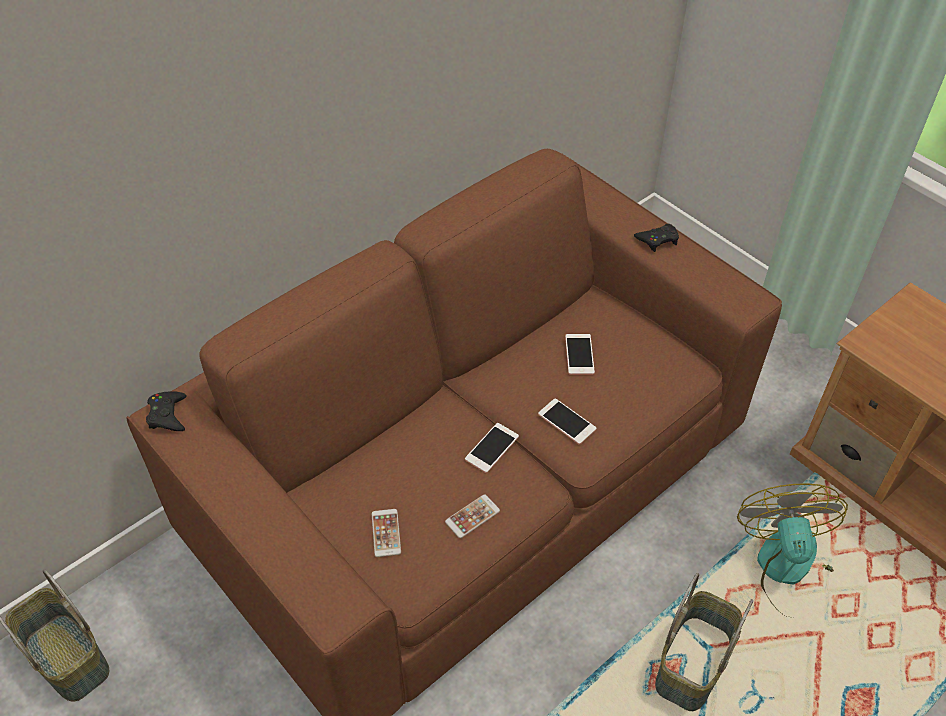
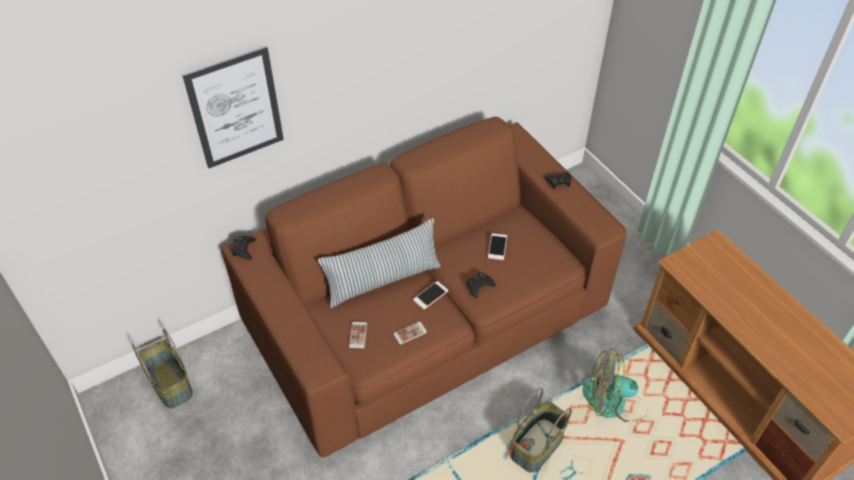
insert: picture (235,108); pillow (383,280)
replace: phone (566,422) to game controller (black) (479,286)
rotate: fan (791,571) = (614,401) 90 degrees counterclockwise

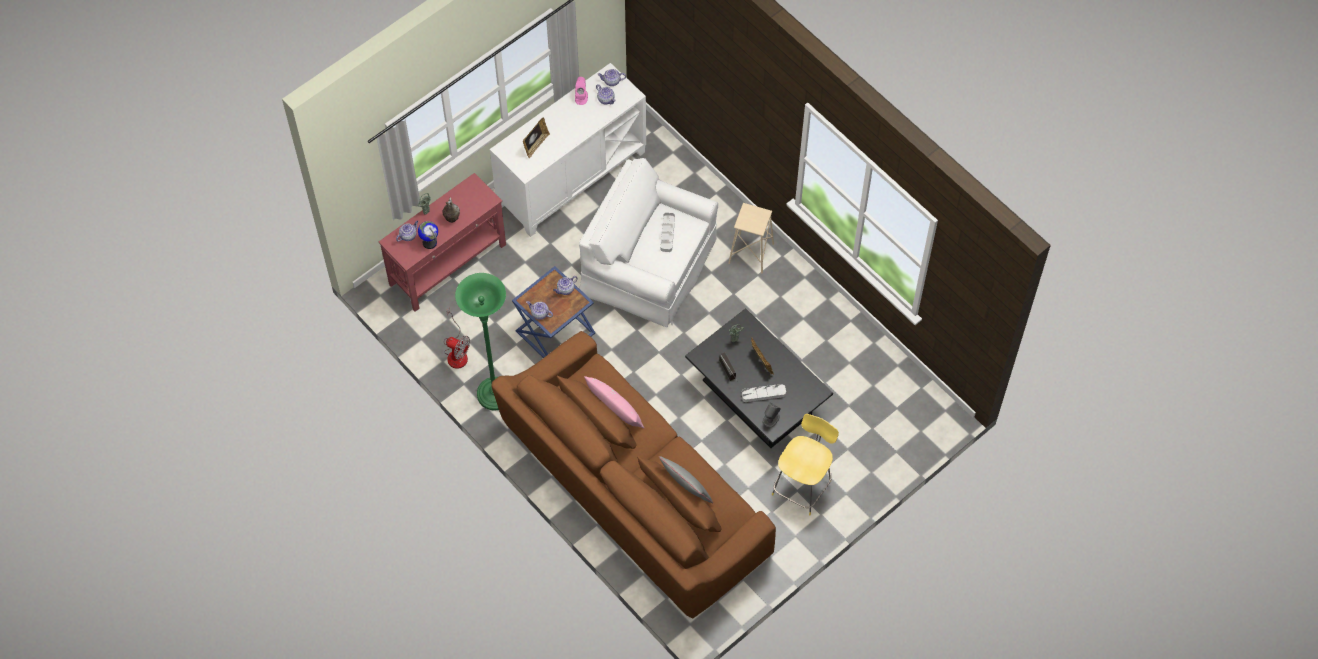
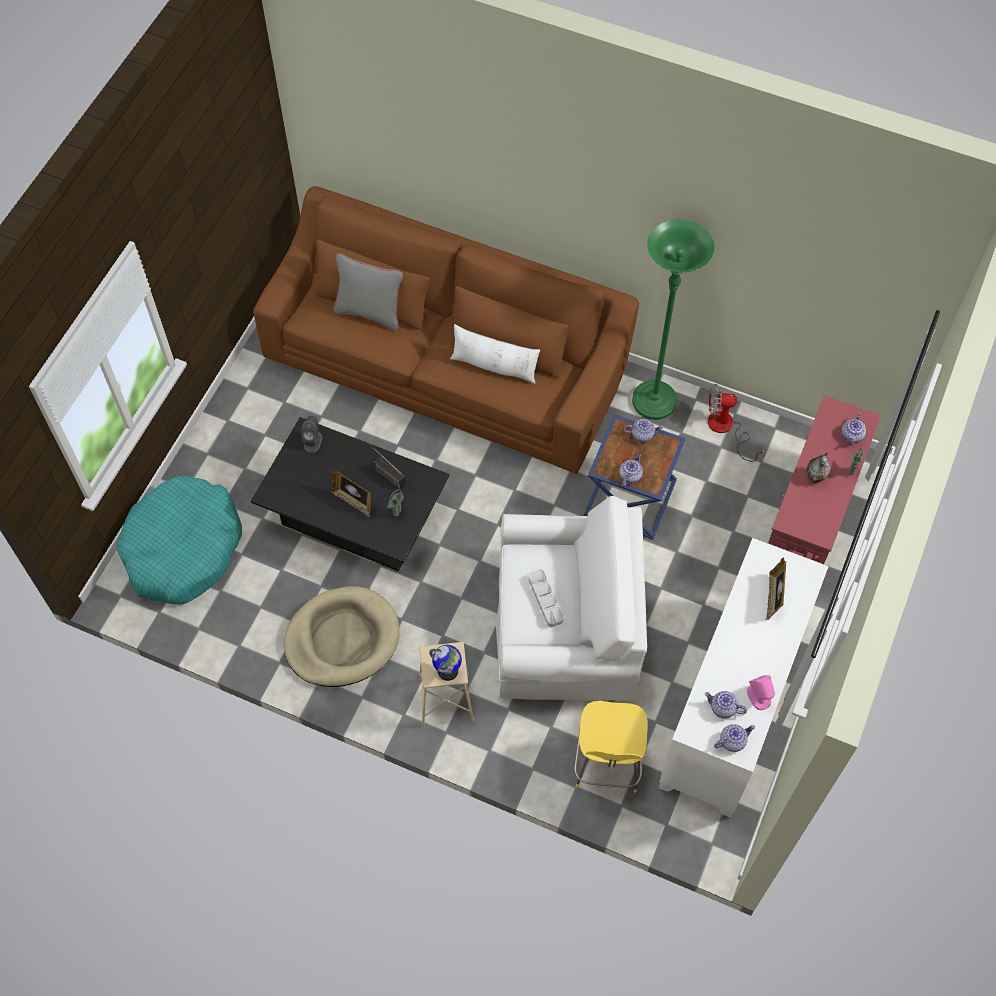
delete: tray (grey) (763,394)
insert: dog bed (turquoise) (183,548); dog bed (beige) (342,639)
move: globe (429,242) to (448,671); stool (yellow) (802,486) to (607,764)
recolor: pillow (pink) (614,408) to pillow (white) (494,366)

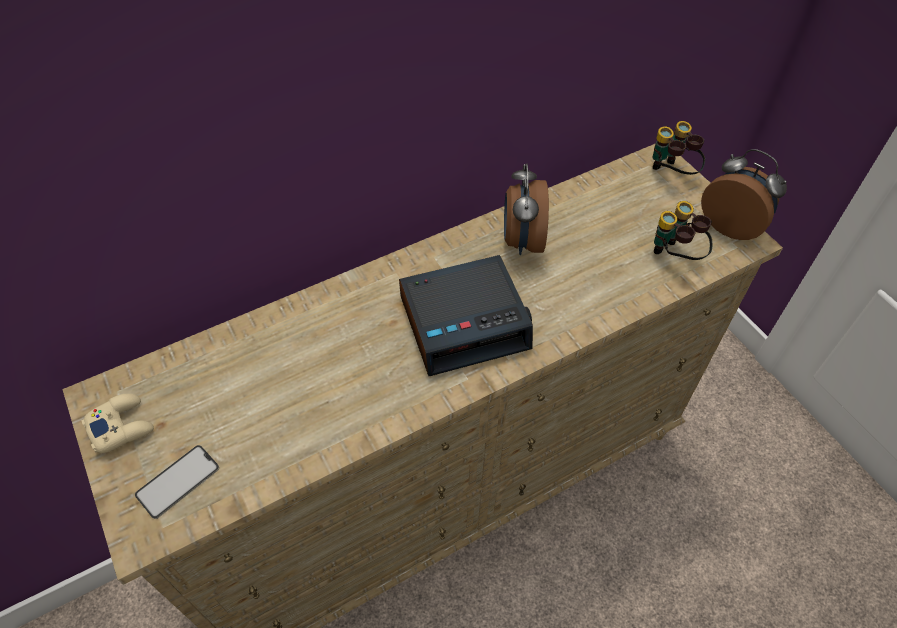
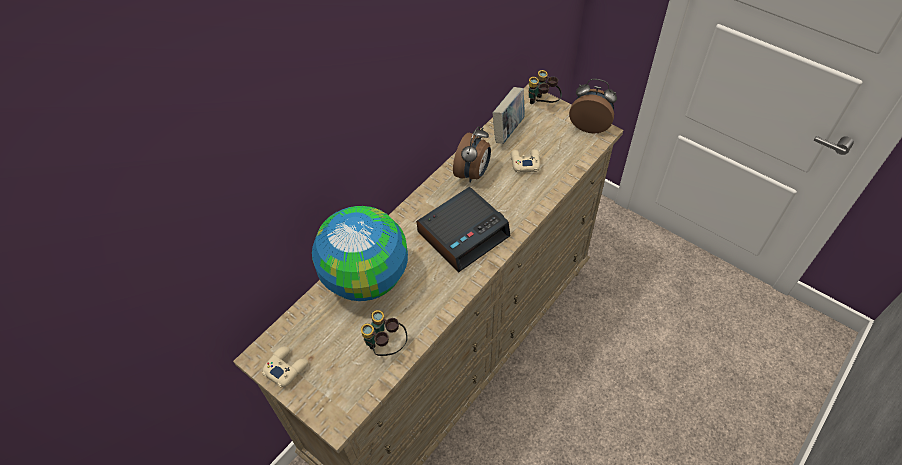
delete: phone (178,481)
insert: globe (365,278); book (508,130); game controller (beige) (524,163)
move: binoculars (675,256) to (385,346)
rotate: alarm clock (521,241) = (473,173) 135 degrees counterclockwise

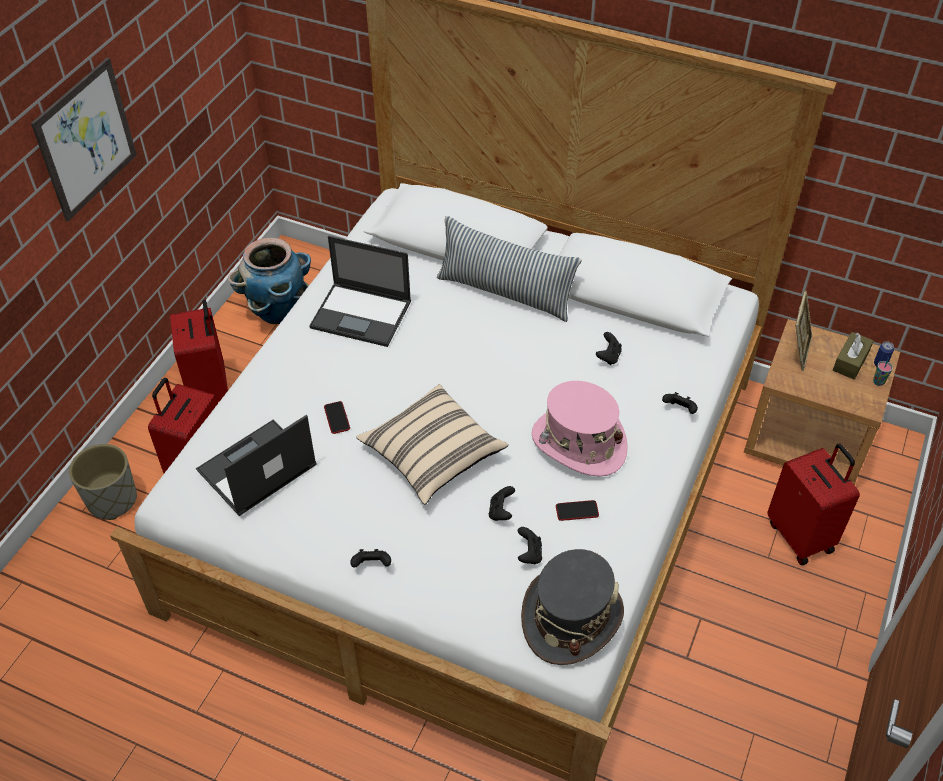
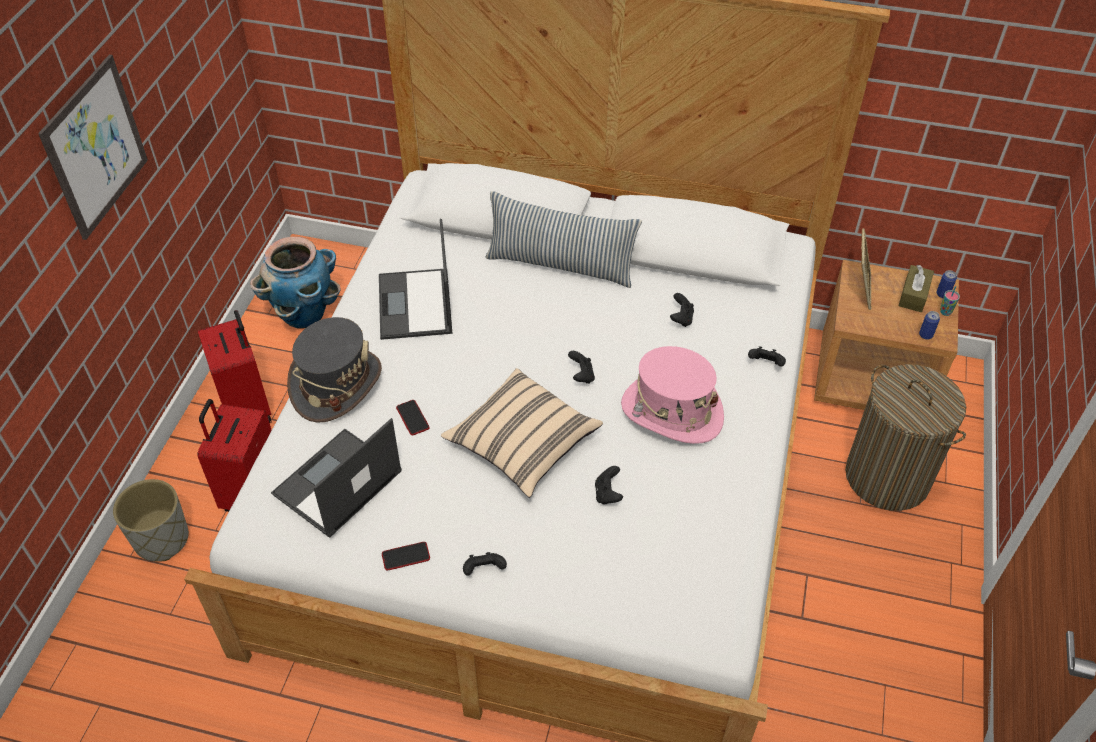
insert: can (925,335)
move: game controller (black) (529,554) to (581,376); hat (grey) (571,617) to (336,384); phone (577,511) to (406,556)
replace: suitcase (red) (801,536) to laundry basket (887,477)
rotate: laptop (362,315) = (415,305) 75 degrees clockwise

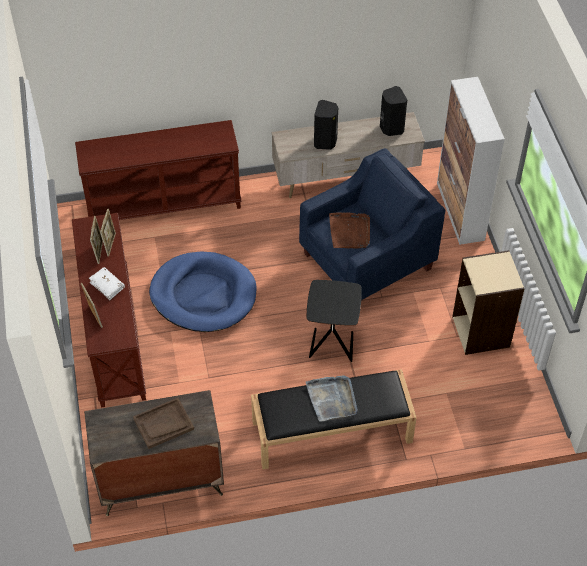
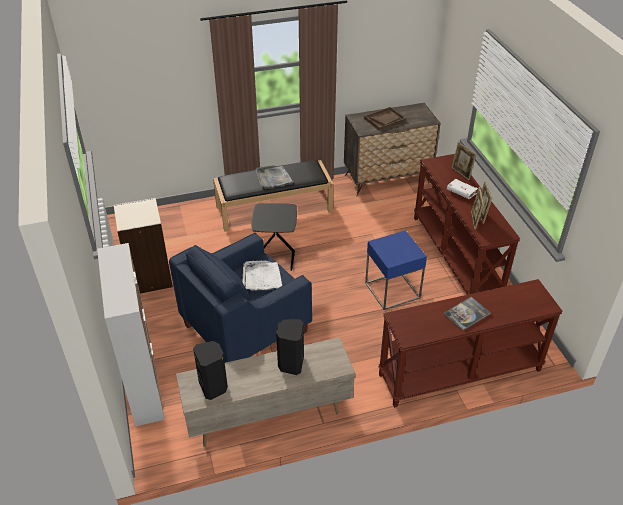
insert: book (467,314)
replace: dog bed (blue) (203,295) to side table (blue) (392,290)
recolor: tray (brown) (350,232) to tray (white) (261,277)

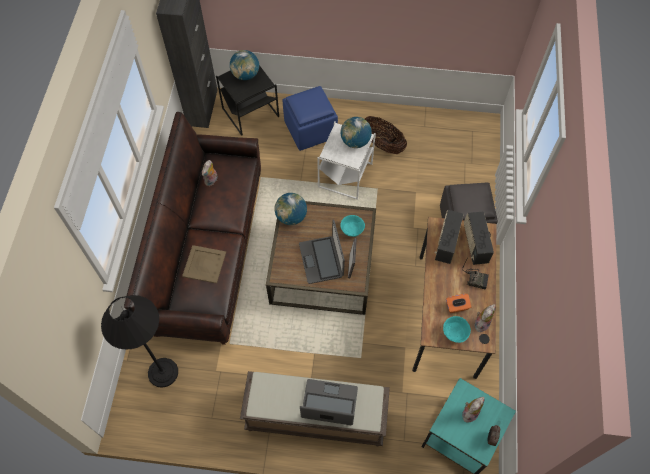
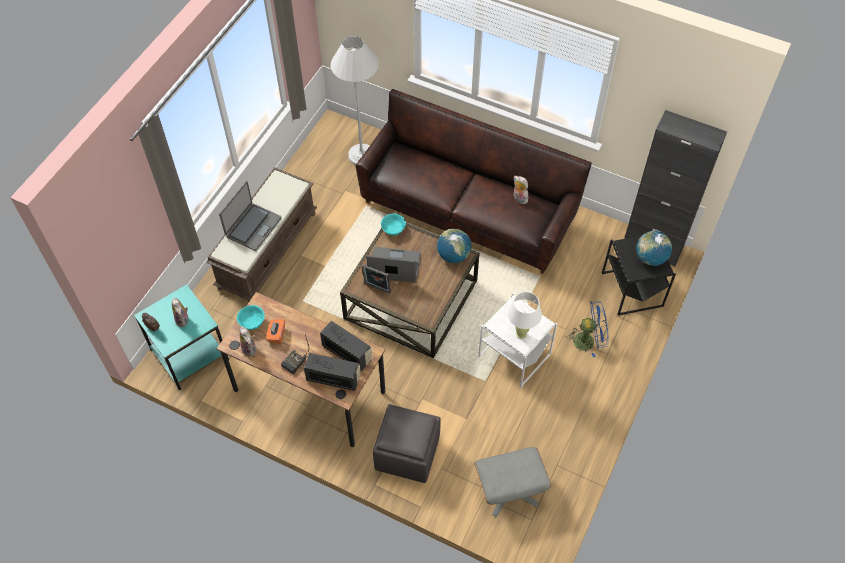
delete: tray (beige) (204,264); basket (382,144)
insert: ottoman (grey) (509,490)
move: bowl (turquoise) (352,230) to (393,230)
replace: ottoman (blue) (310,130) to fan (blue) (588,340); globe (355,141) to table lamp (white) (521,334)
recolor: floor lamp (black) (163,372) to floor lamp (white) (361,155)

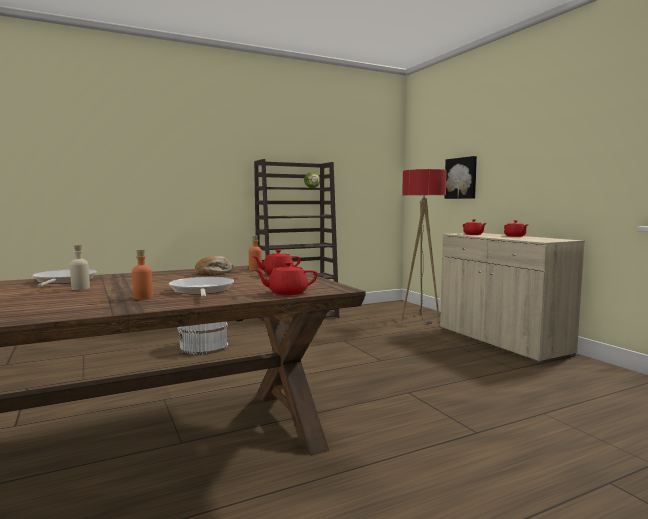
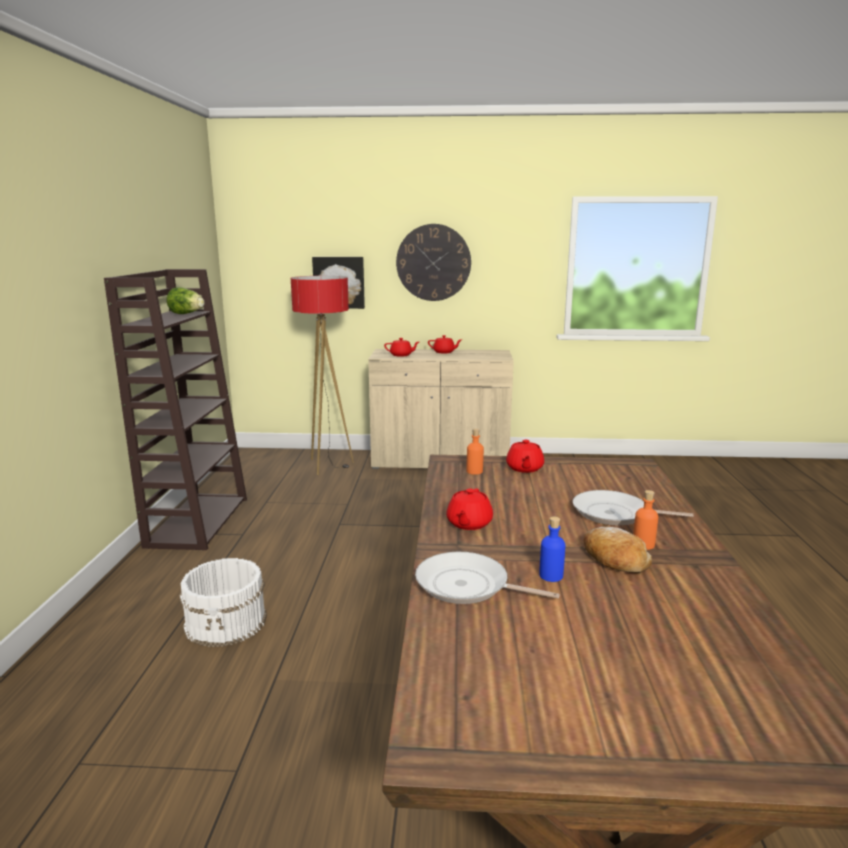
insert: wall clock (433,262)
move: bread (214,273) to (614,559); teapot (red) (287,293) to (468,524)
recolor: bottle (beige) (80,288) to bottle (blue) (551,576)

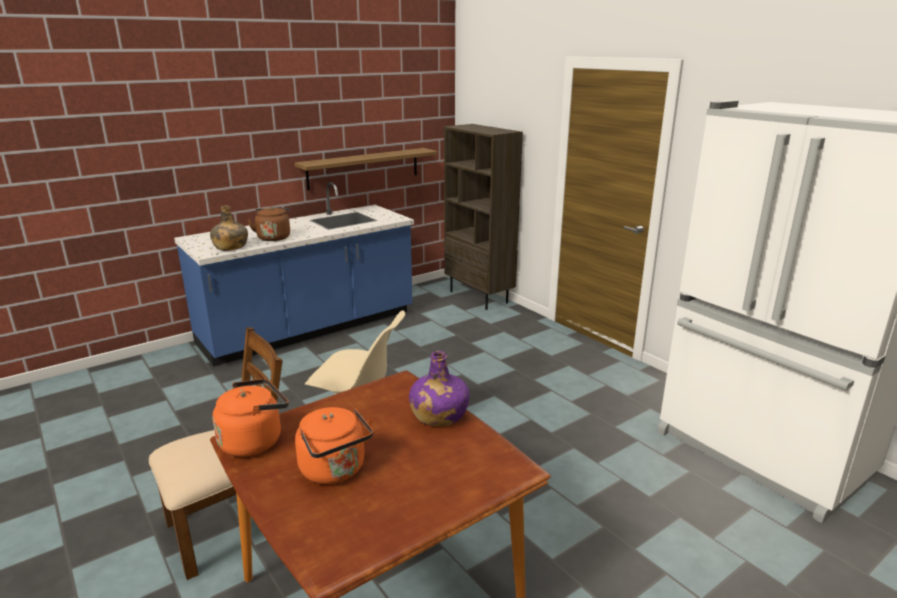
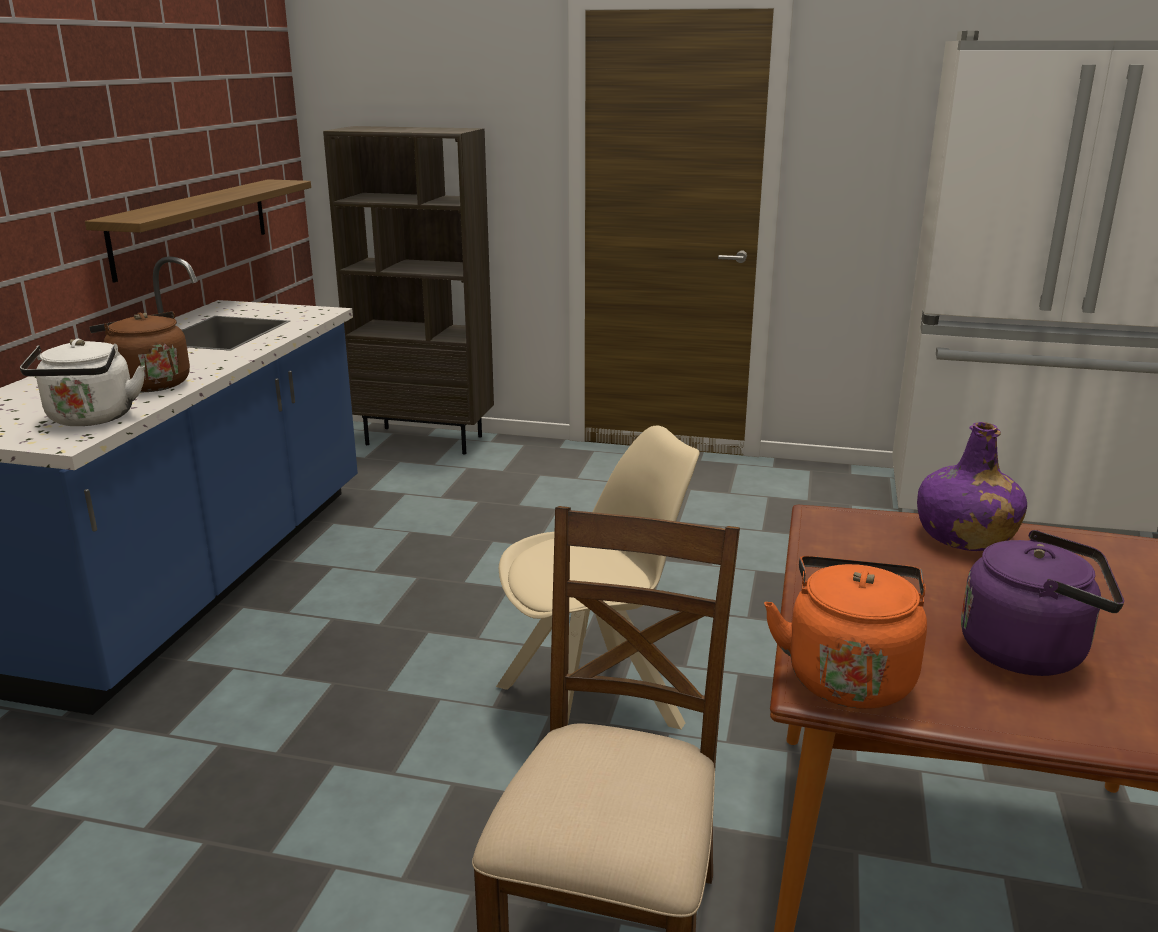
replace: bottle (green) (230,247) to kettle (white) (90,419)
recolor: kettle (orange) (335,471) to kettle (purple) (1030,652)

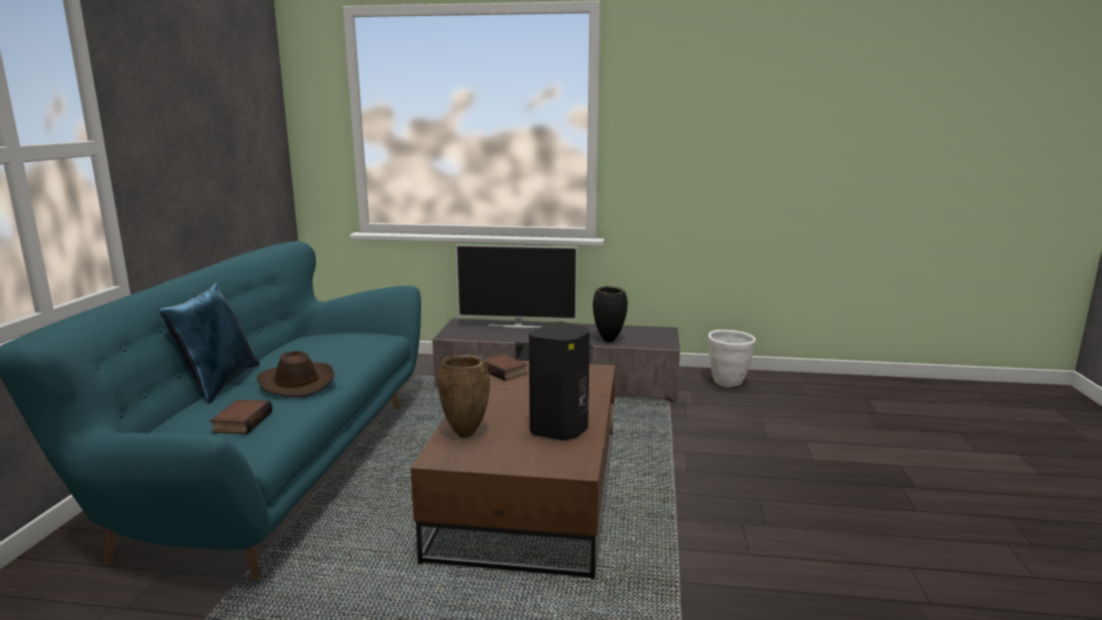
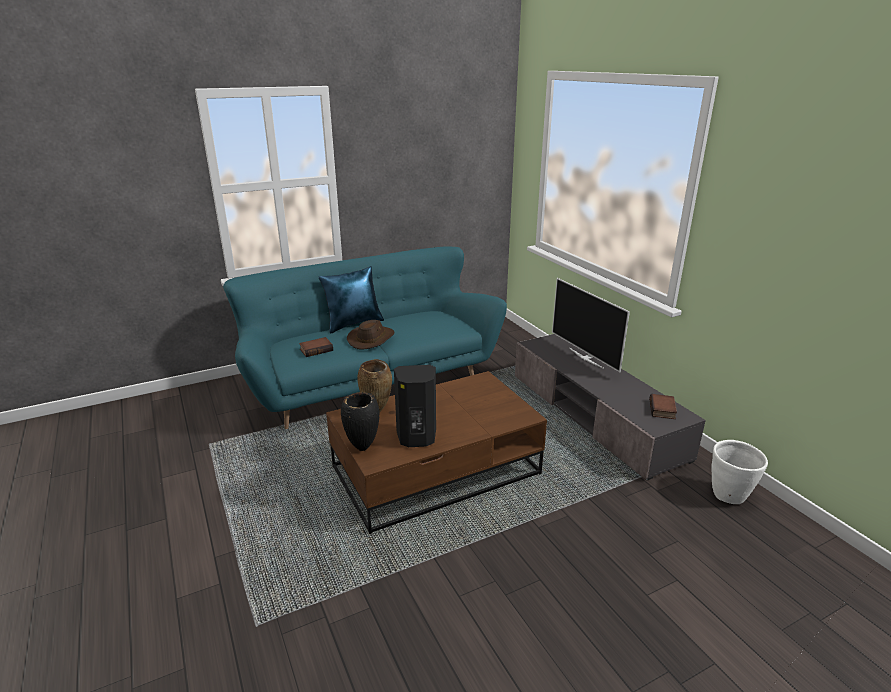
move: book (505,371) to (663,410); vase (black) (609,341) to (363,448)

